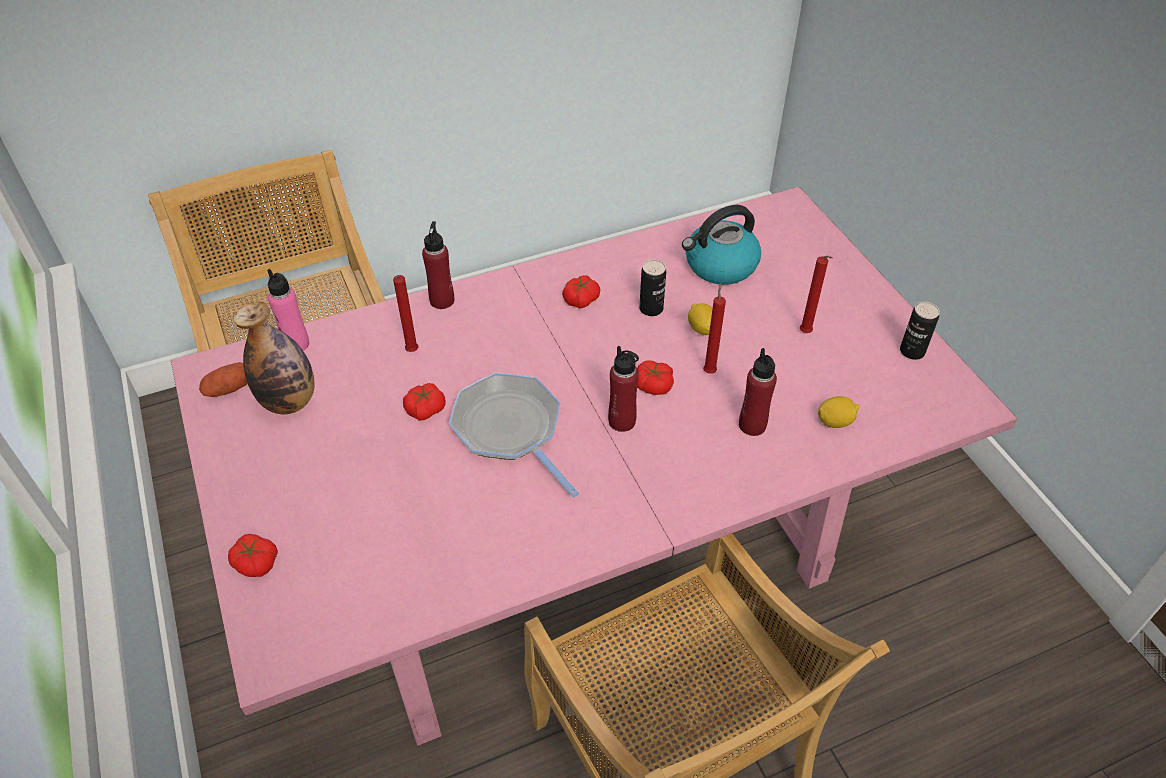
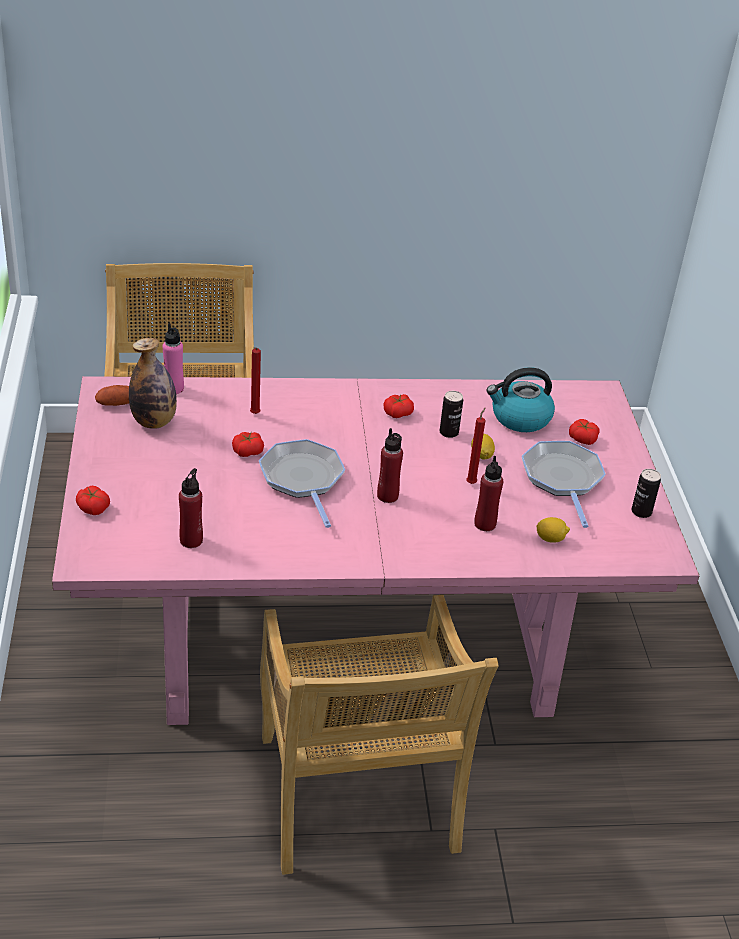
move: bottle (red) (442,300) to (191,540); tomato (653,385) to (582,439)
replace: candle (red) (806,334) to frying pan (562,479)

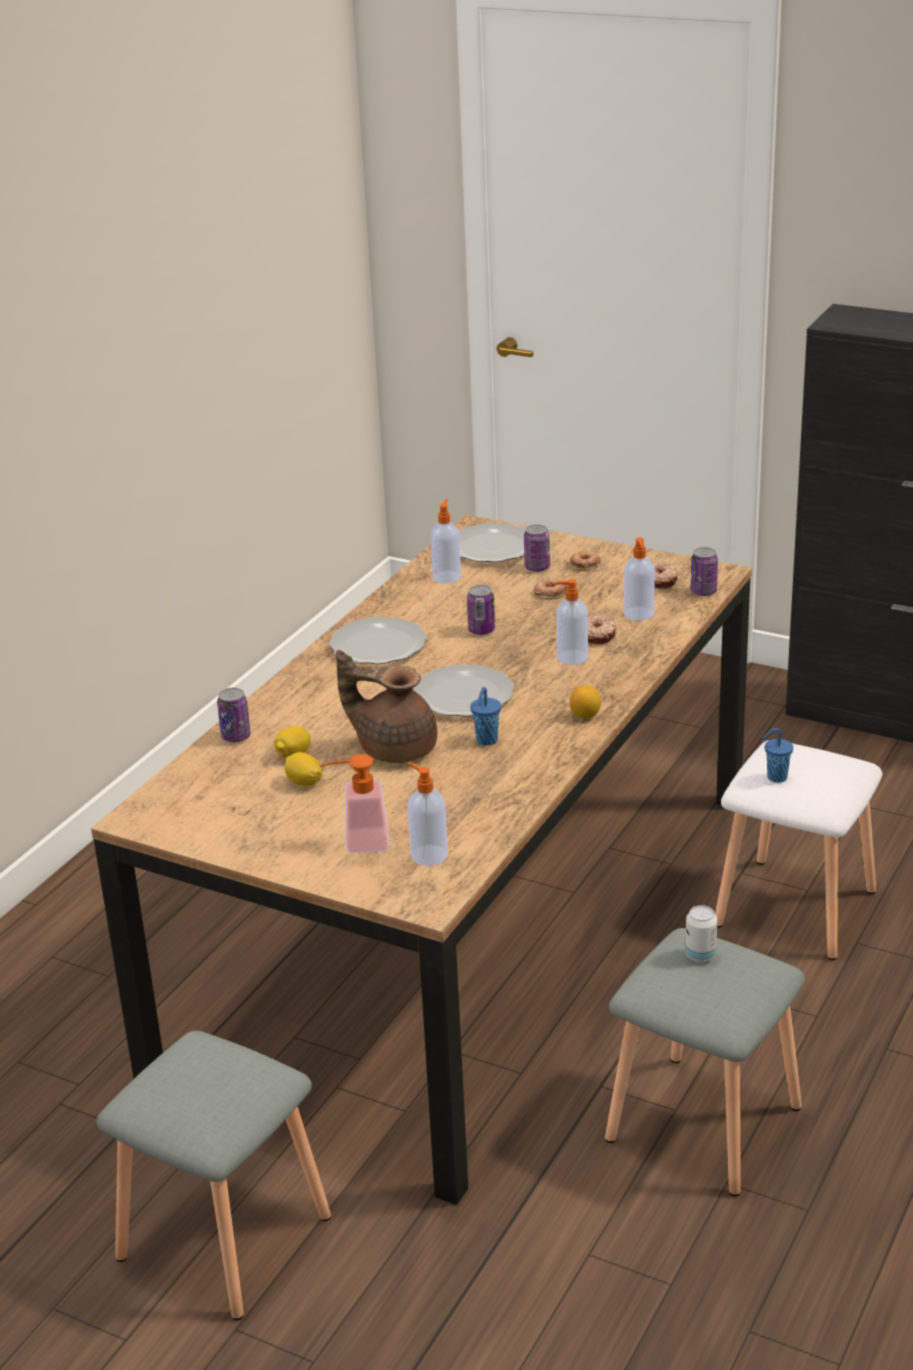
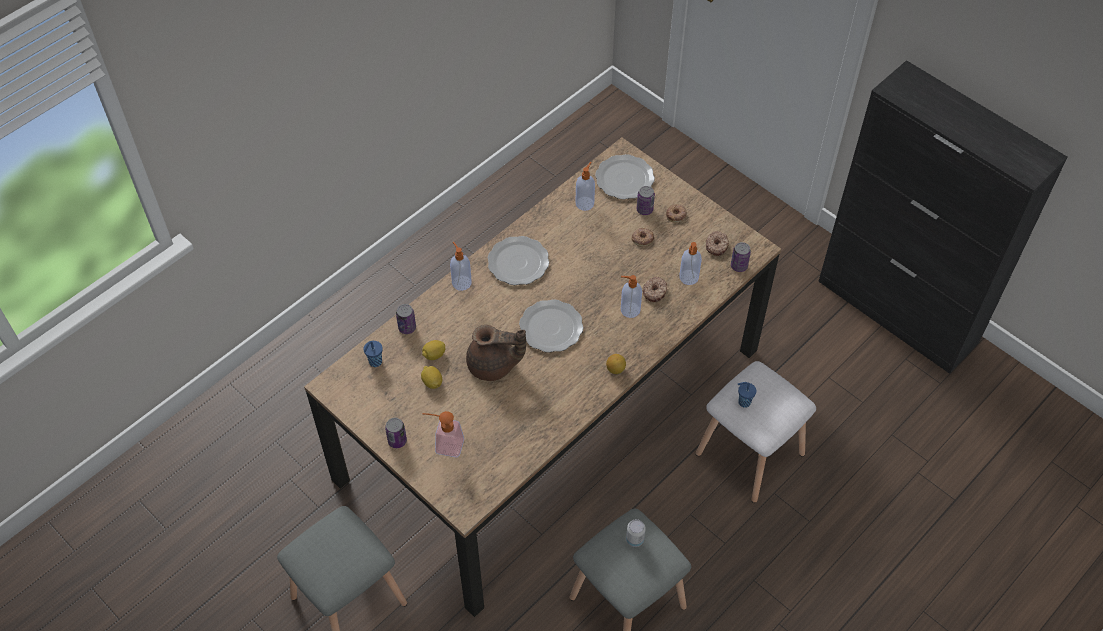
move: soap dispenser (428,855) to (461,282); can (481,630) to (397,441); cup (blue) (486,741) to (375,362)
rotate: teapot (brown) (394,748) = (493,366) 150 degrees clockwise

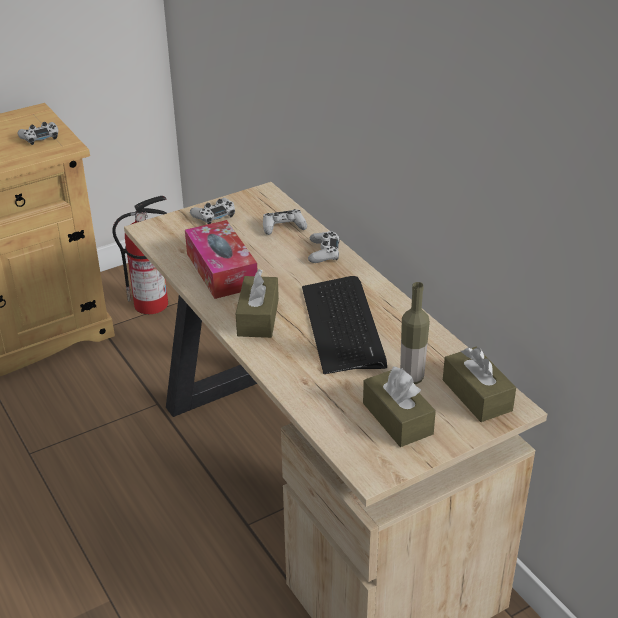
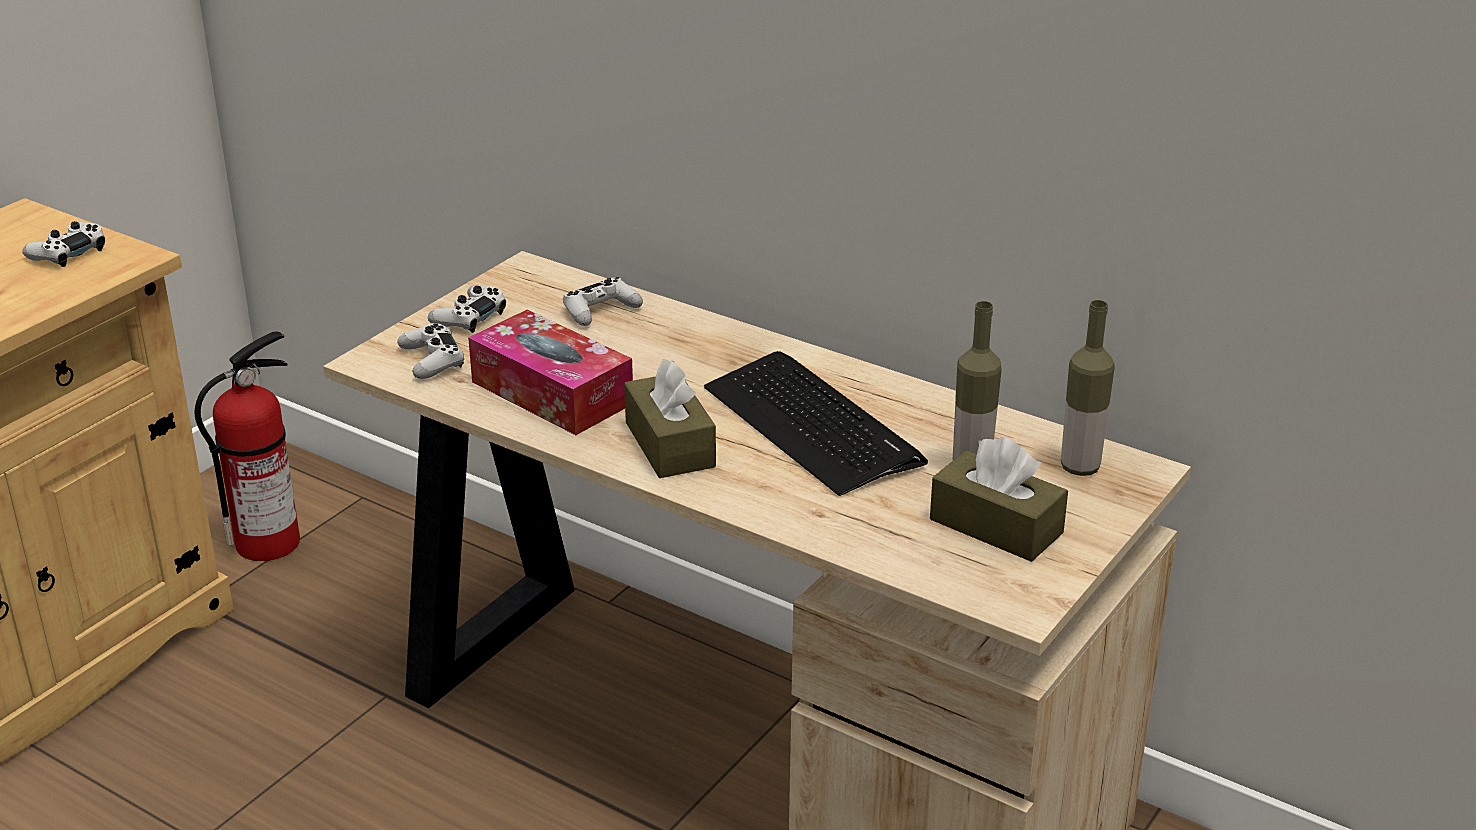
move: game controller (white) (324,252) to (432,360)
replace: tissue box (brown) (477,395) to bottle (1080,467)

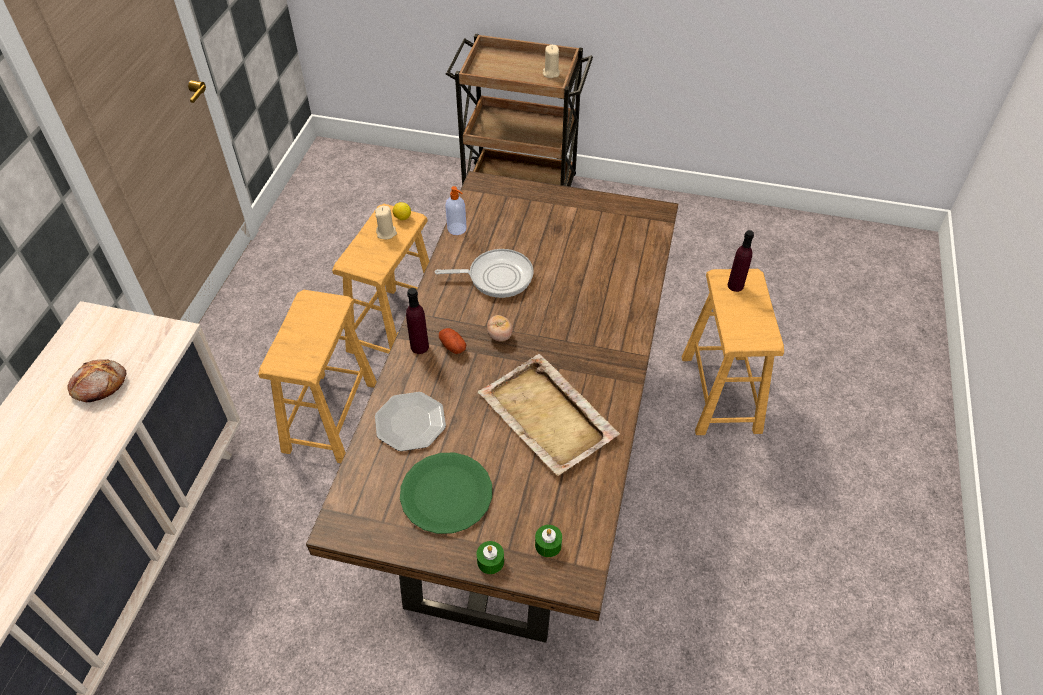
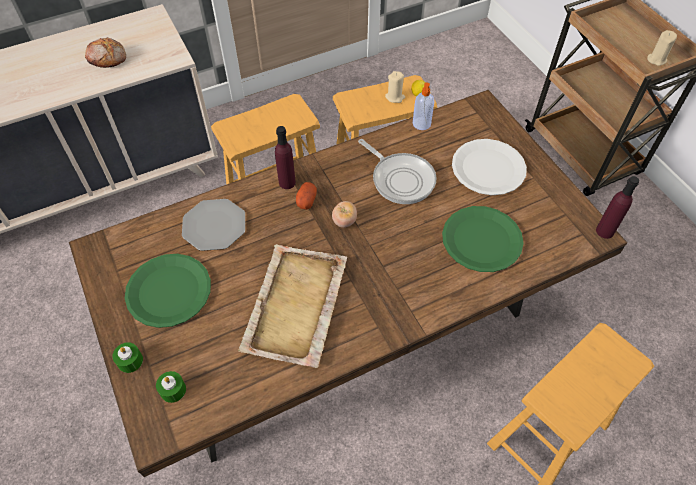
insert: plate (green) (481,240); plate (white) (488,168)
move: bottle (purple) (735,285) to (605,231)

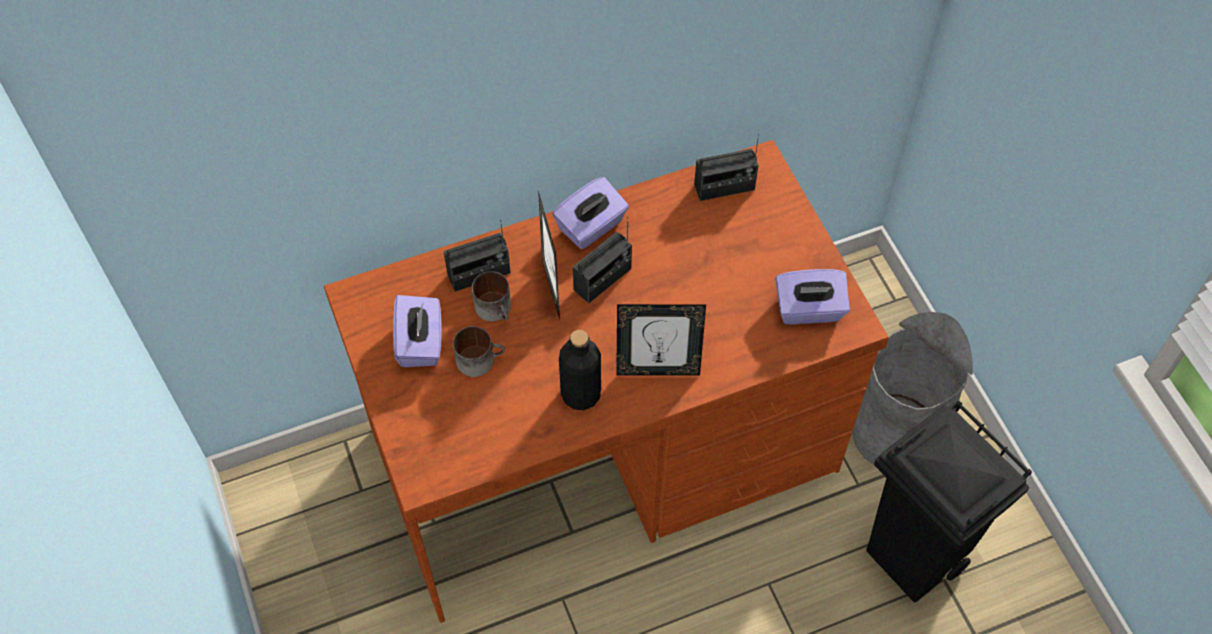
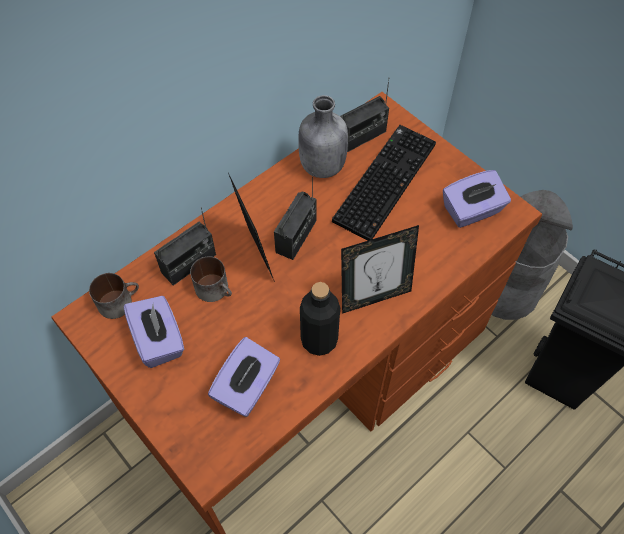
insert: bottle (grey) (321,166); keyboard (384,180)
move: mug (480,359) to (119,301); tissue box (purple) (591,227) to (247,387)

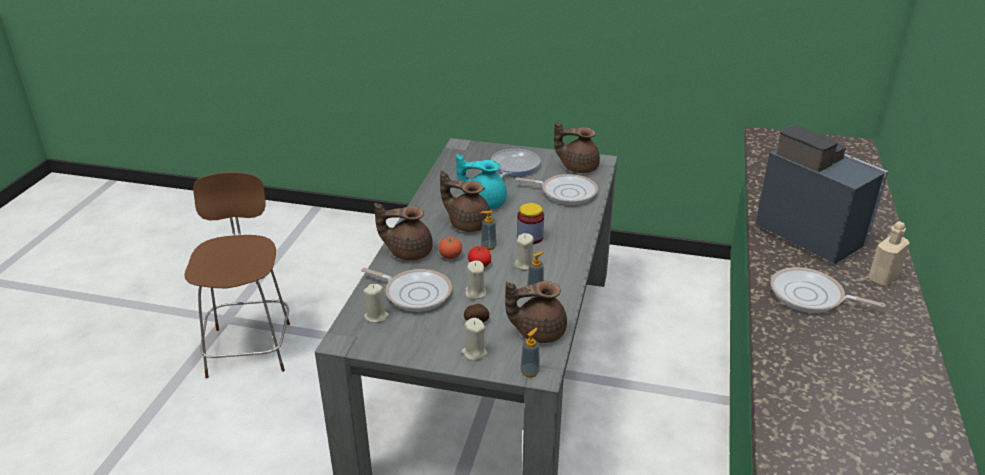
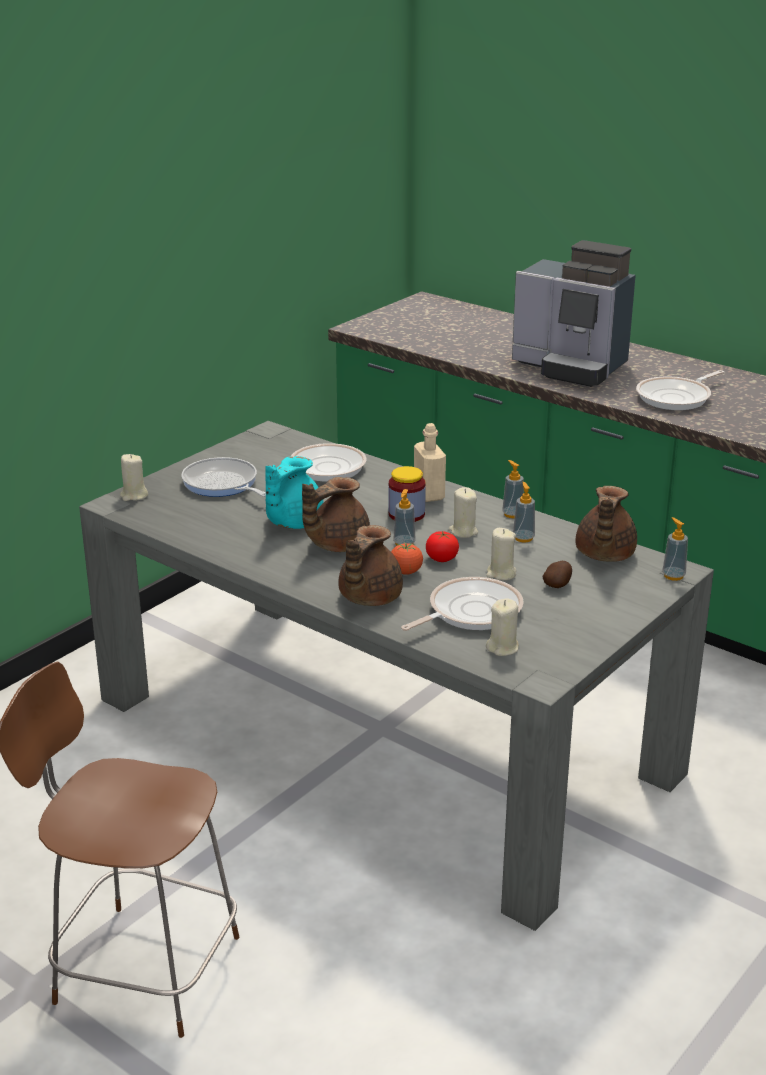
delete: teapot (brown) (578,167)
insert: soap dispenser (512,514)
move: candle (beige) (474,353) to (134,495); bottle (beige) (883,278) to (429,494)
rotate: coffee machine (808,233) = (571,367) 135 degrees counterclockwise

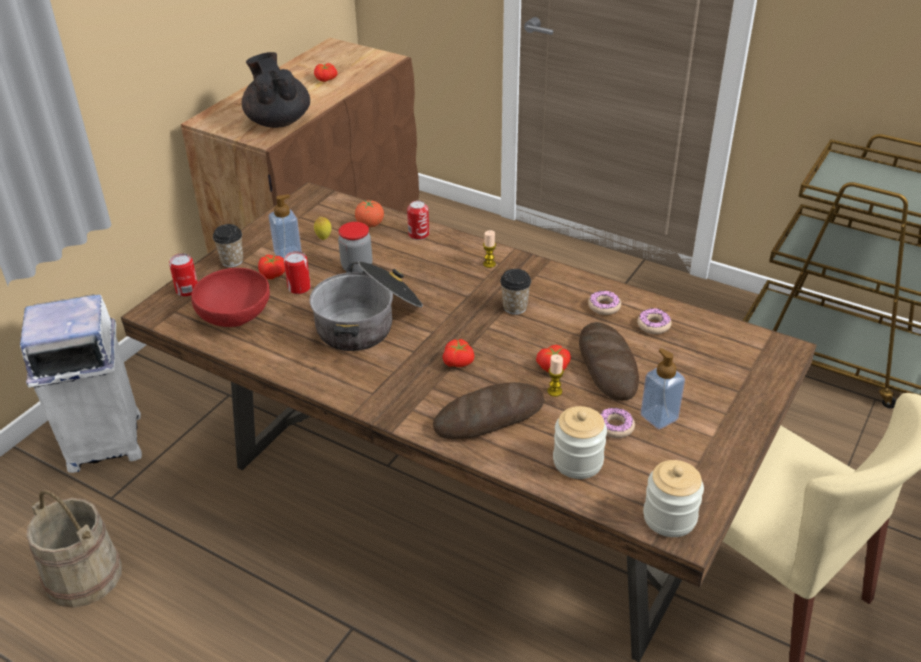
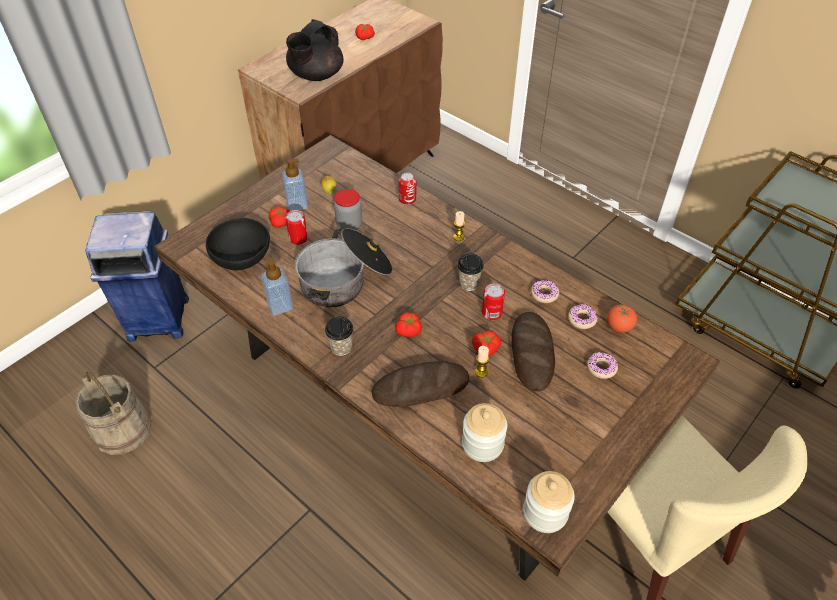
move: can (187,290) to (492,313); cup (232,261) to (341,347); tomato (370,225) to (619,327); donut (615,427) to (601,368); soap dispenser (659,417) to (280,305)
recolor: trash can (white) (103,442) to trash can (blue) (157,319); bowl (red) (236,315) to bowl (black) (242,257)
rotate: teapot (black) (278,121) = (316,75) 135 degrees counterclockwise

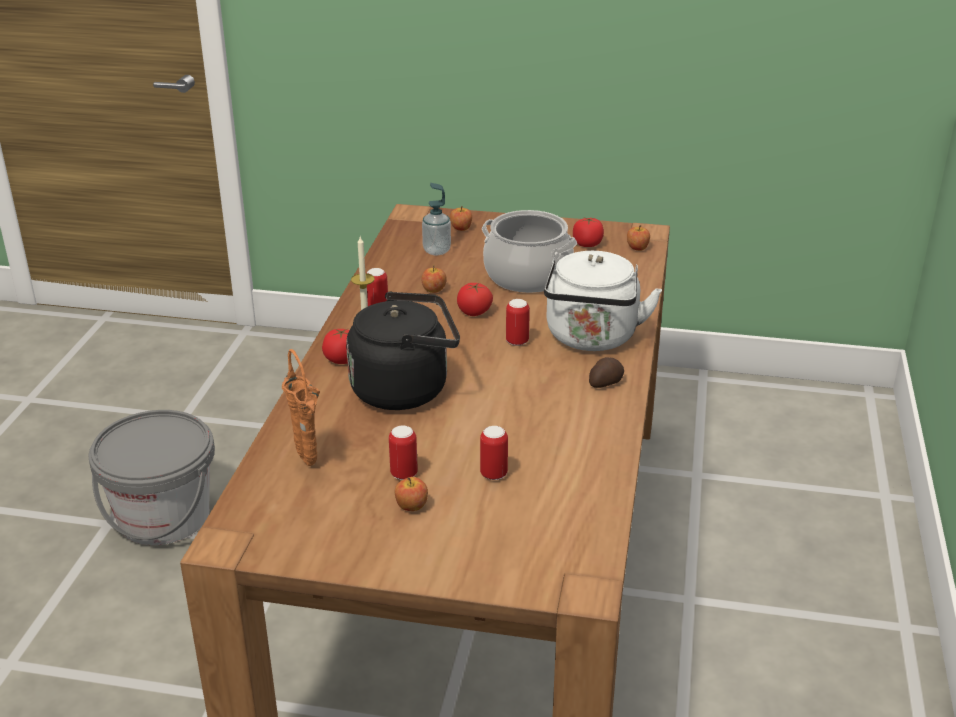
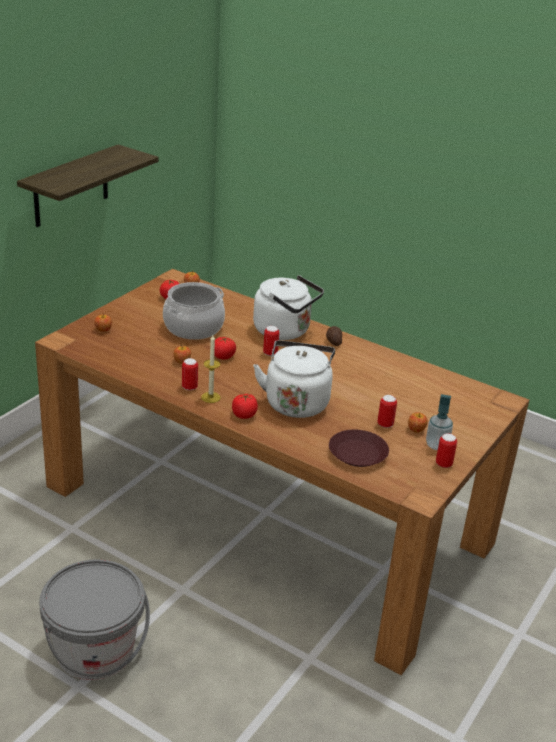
insert: shelf (71,186)
move: soap dispenser (437,251) to (436,445); can (493,474) to (443,464)
replace: vase (orange) (309,465) to plate (brown) (358,453)
recolor: kettle (black) (405,389) to kettle (white) (296,402)

